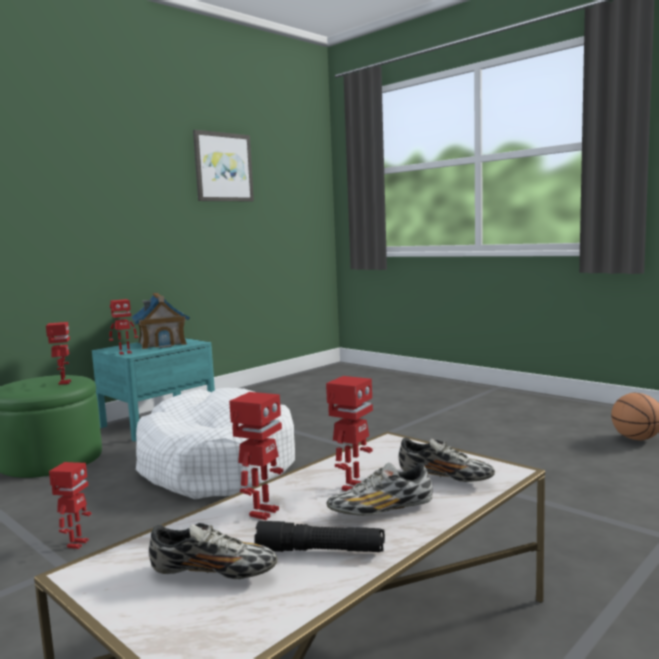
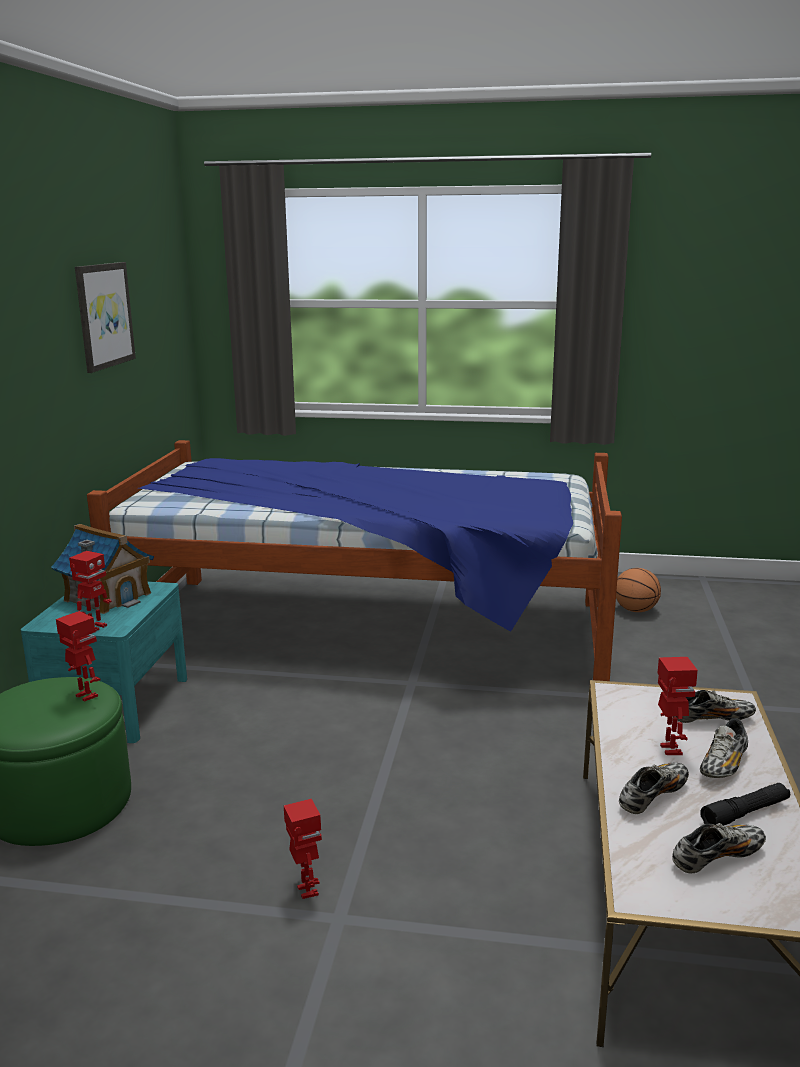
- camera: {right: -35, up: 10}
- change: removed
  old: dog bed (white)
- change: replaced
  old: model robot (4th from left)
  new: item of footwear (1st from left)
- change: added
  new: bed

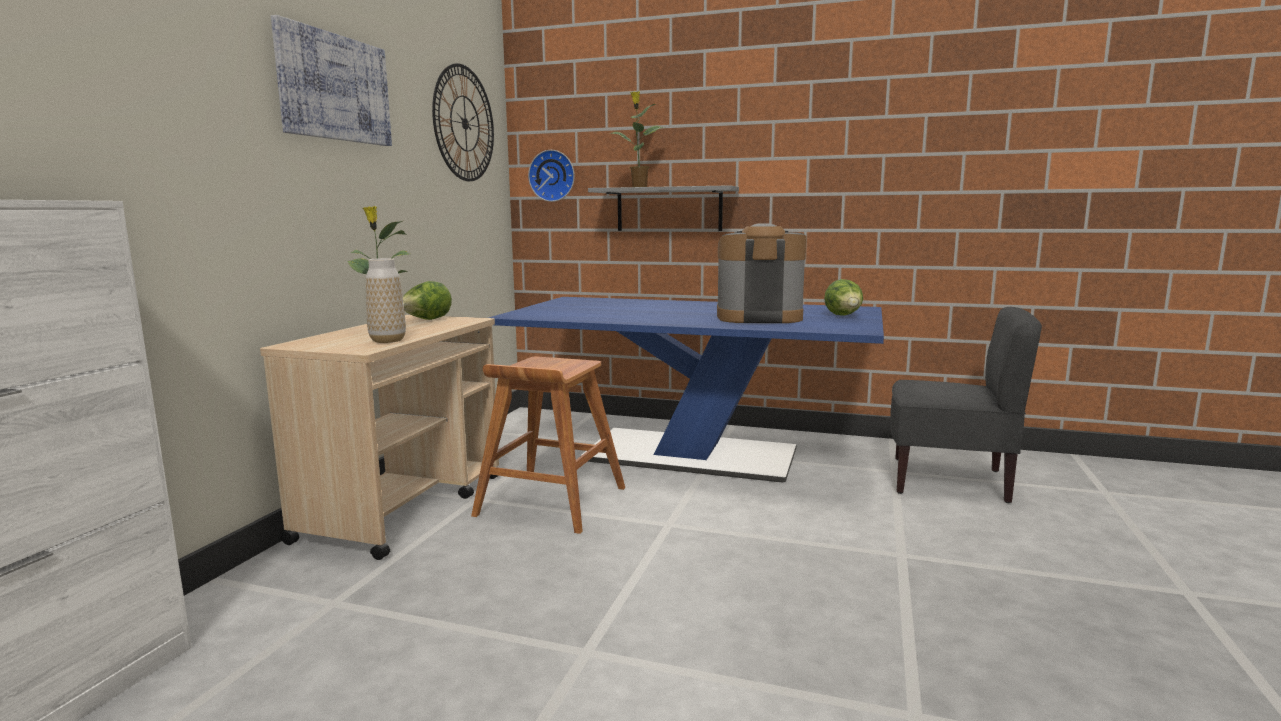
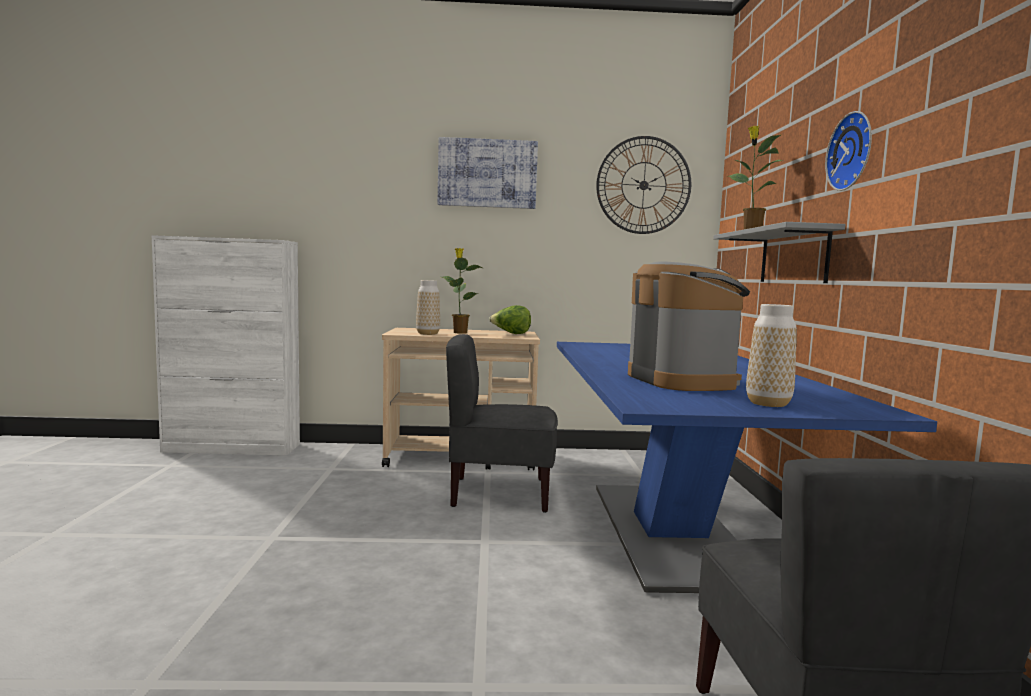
- camera: {right: 70, up: -5}
- change: moved
  old: clock on the wall (2nd from left)
- change: replaced
  old: head of lettuce (2nd from left)
  new: vase (2nd from left)
- change: replaced
  old: stool seat (brown-coloured)
  new: chair (gray) (1st from left)

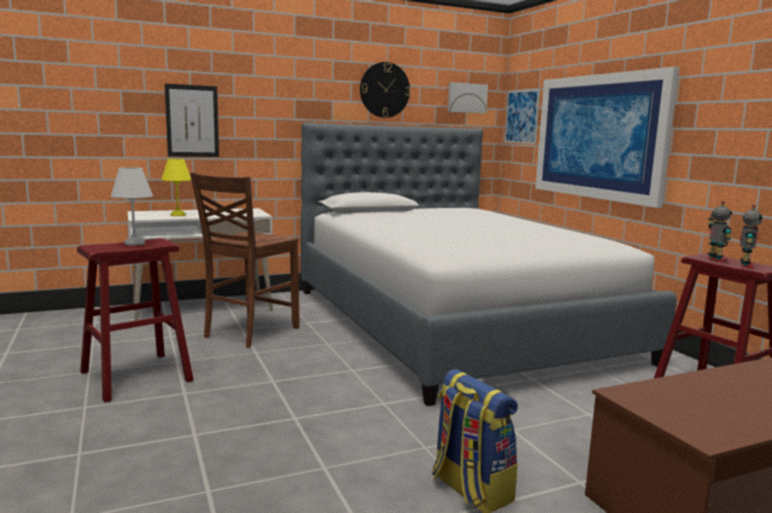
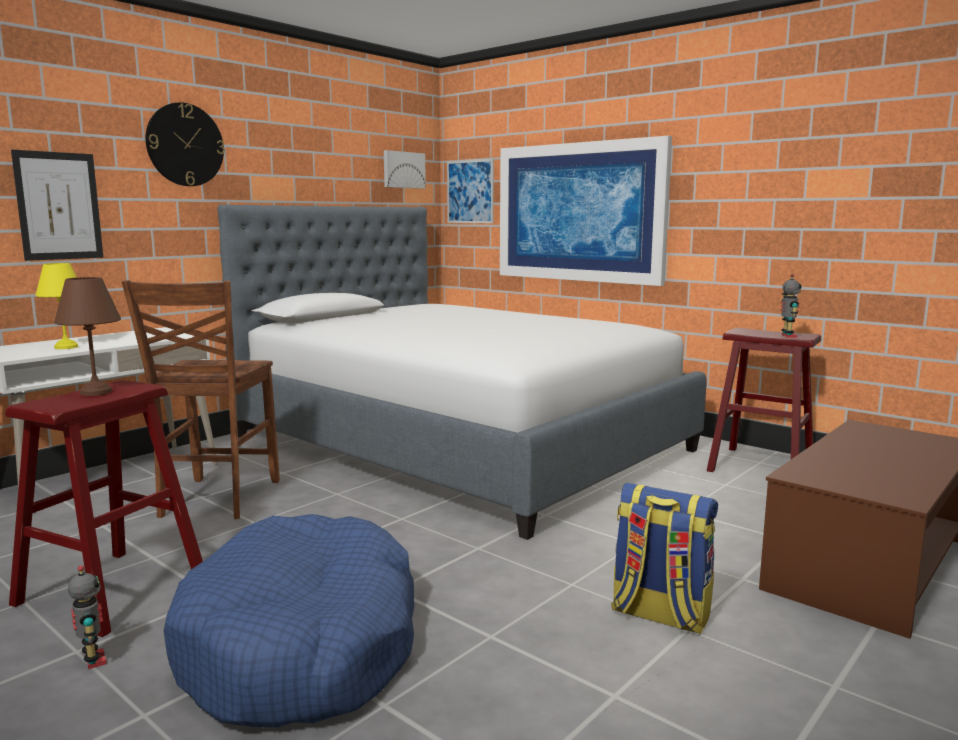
- camera: {right: -25, up: 0}
- change: moved
  old: clock on the wall
- change: recoloured
  old: table lamp (white)
  new: table lamp (brown-coloured)
- change: moved
  old: model robot (1st from left)
- change: added
  new: dog bed (bluish)

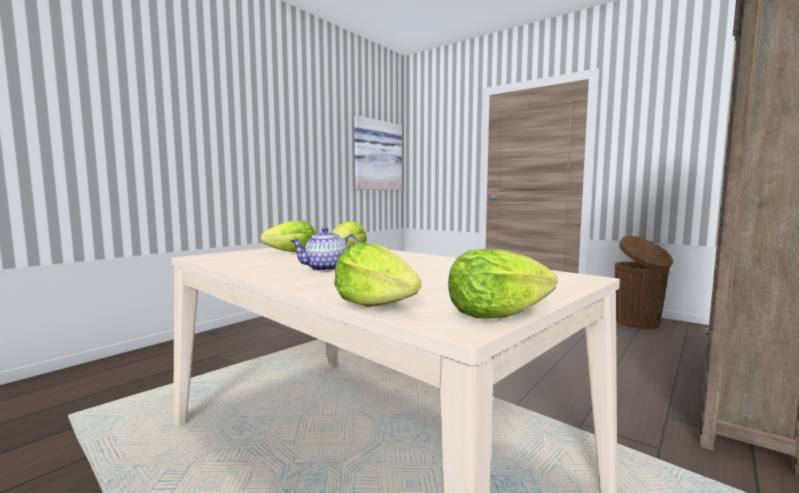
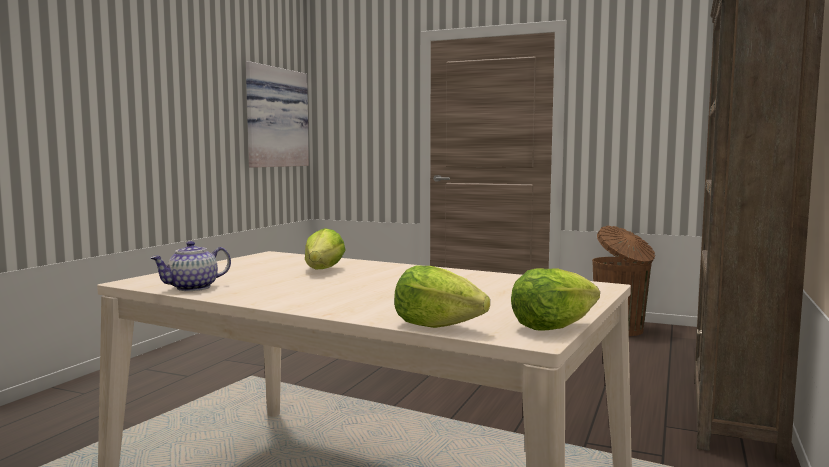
- camera: {right: -15, up: 0}
- change: removed
  old: head of lettuce (1st from left)
- change: moved
  old: teapot

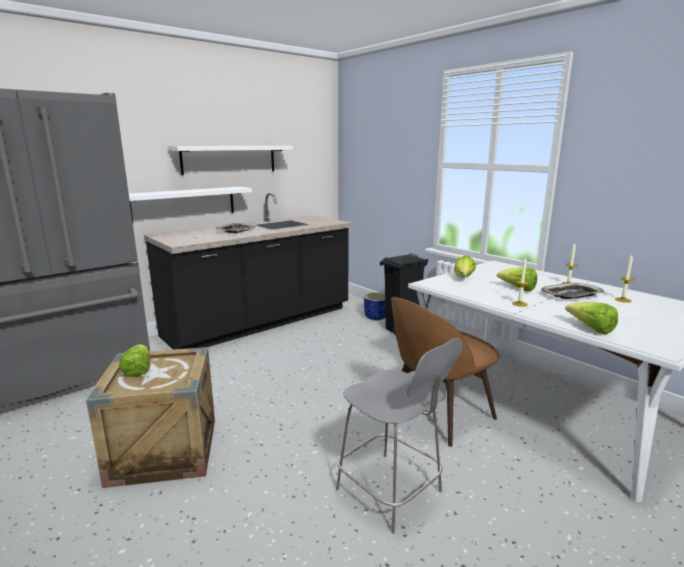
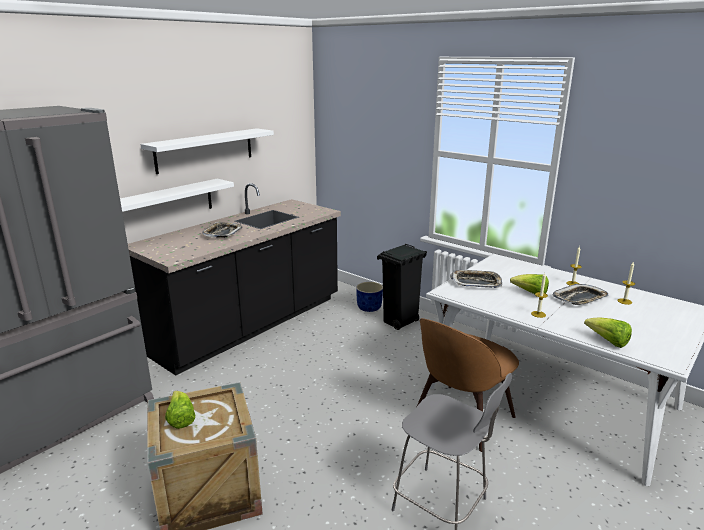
- camera: {right: -10, up: 5}
- change: replaced
  old: head of lettuce (2nd from left)
  new: serving tray (2nd from left)

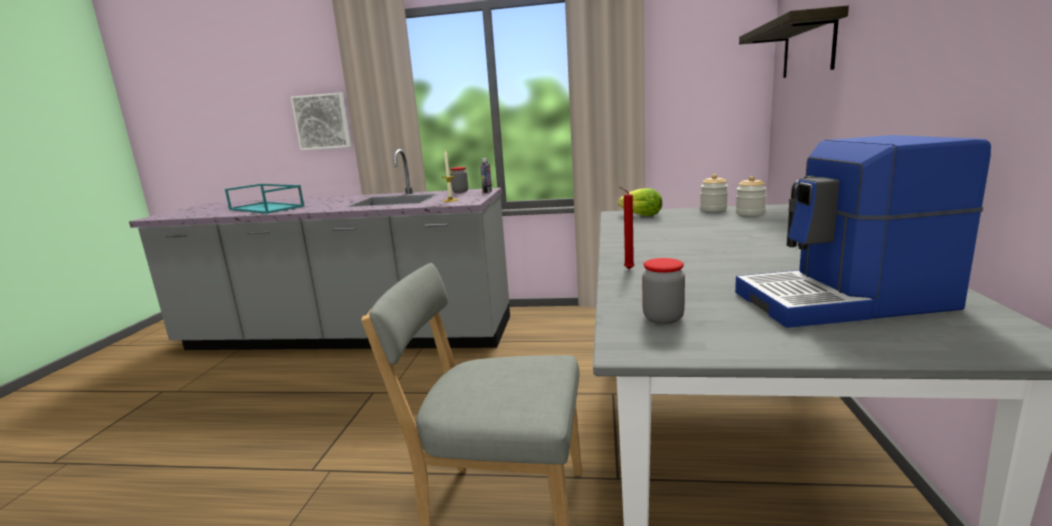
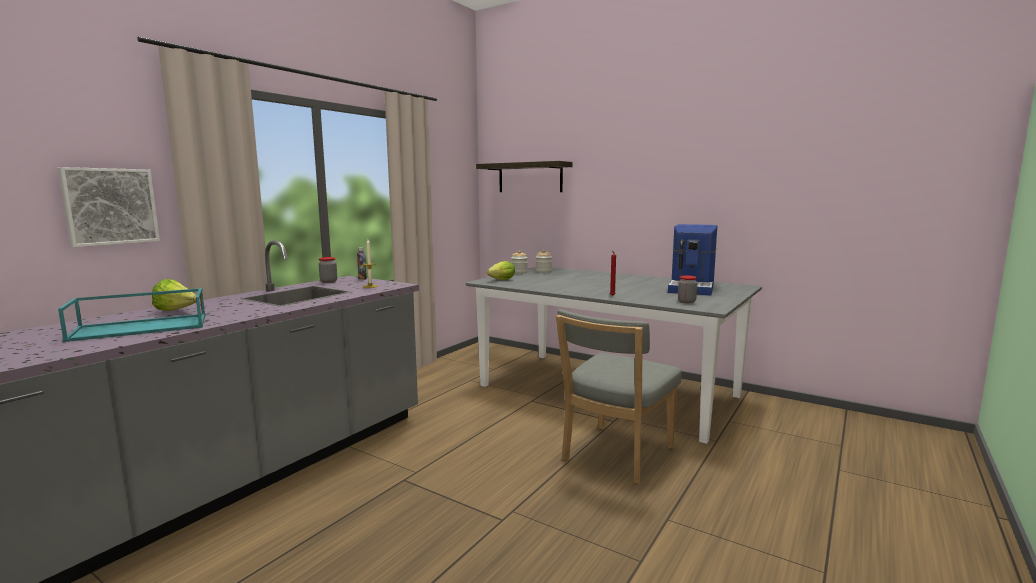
- camera: {right: -65, up: -5}
- change: added
  new: head of lettuce (1st from left)

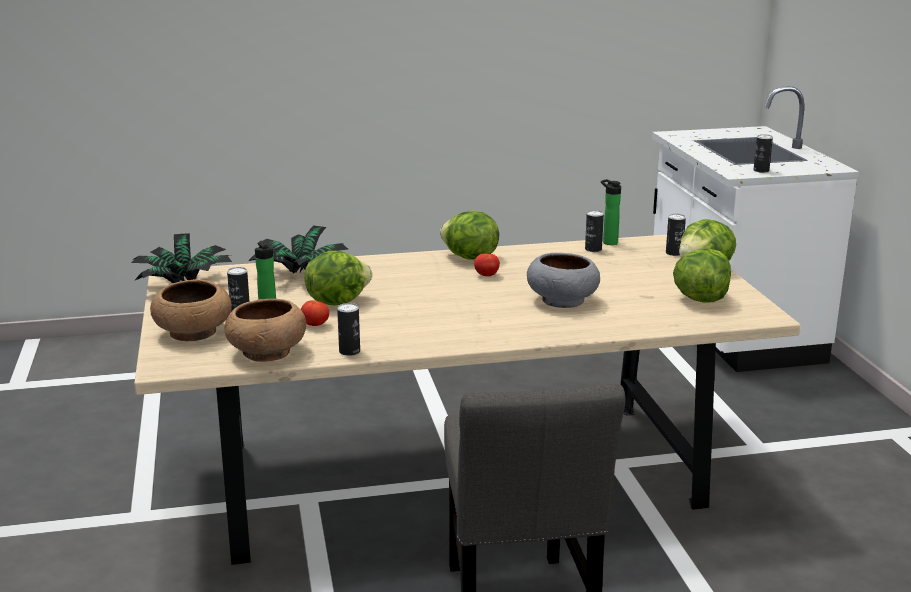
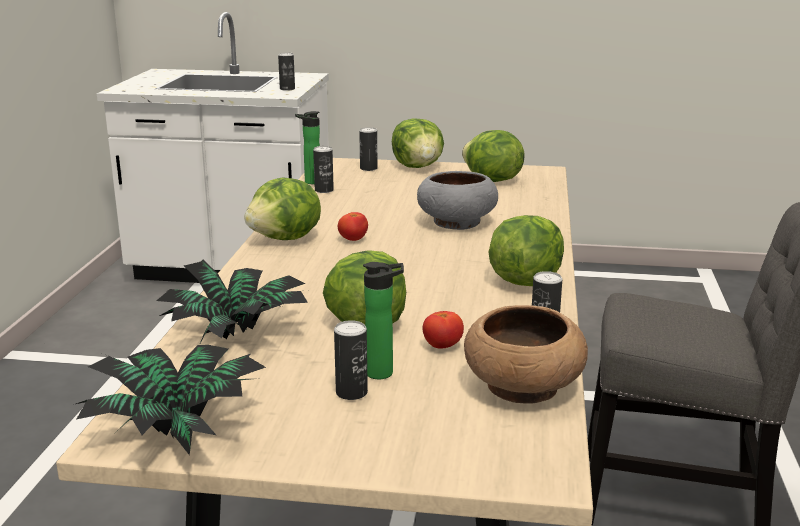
- camera: {right: -70, up: 0}
- change: removed
  old: bowl (brown-coloured) (1st from left)
- change: added
  new: head of lettuce (5th from left)

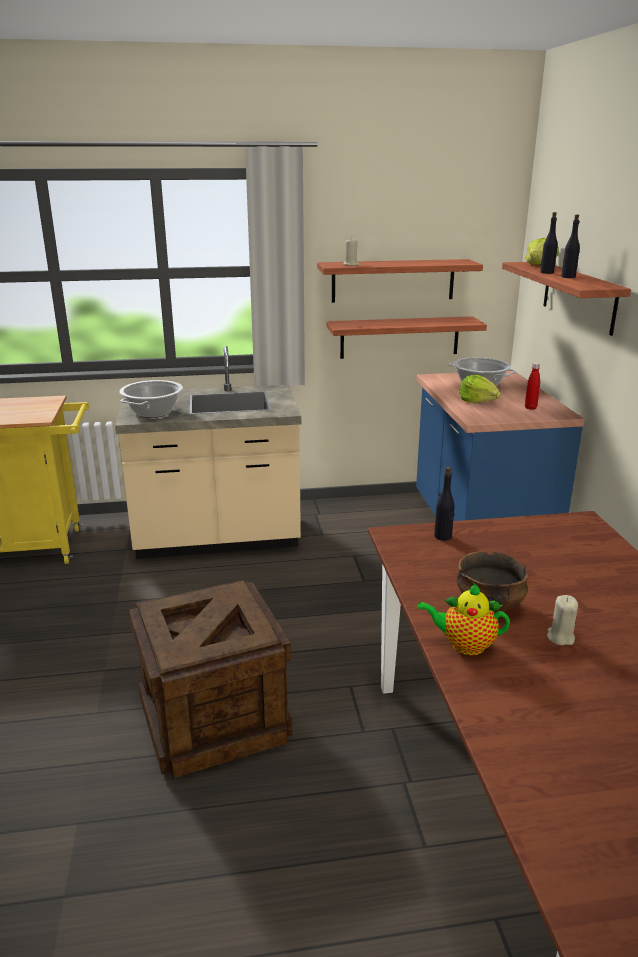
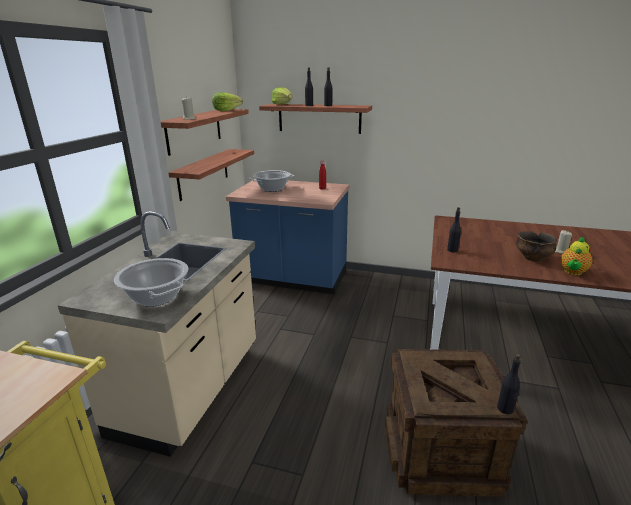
- camera: {right: -65, up: 0}
- change: moved
  old: head of lettuce (1st from left)
- change: added
  new: beverage bottle (black) (4th from left)

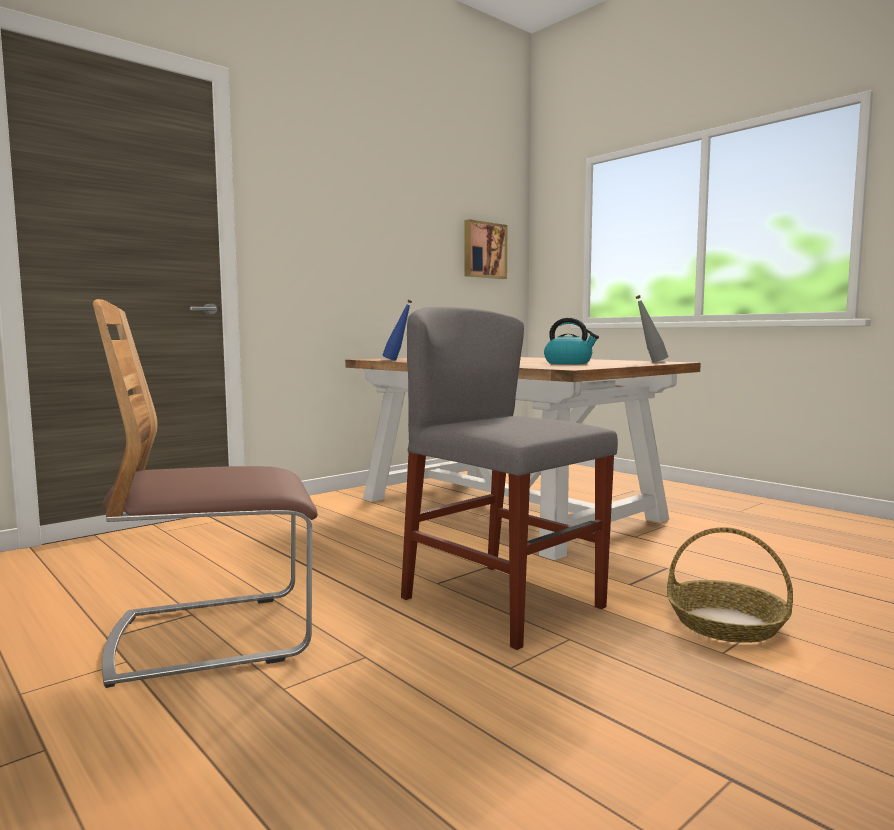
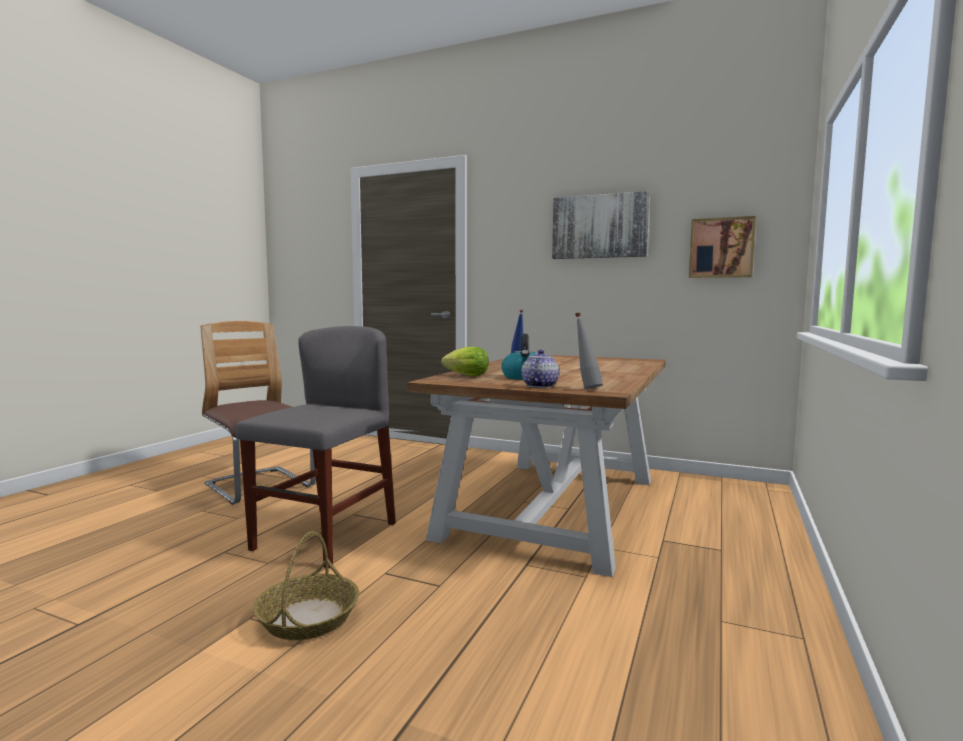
- camera: {right: 65, up: 0}
- change: added
  new: wall picture (1st from left)
- change: added
  new: head of lettuce
- change: added
  new: teapot

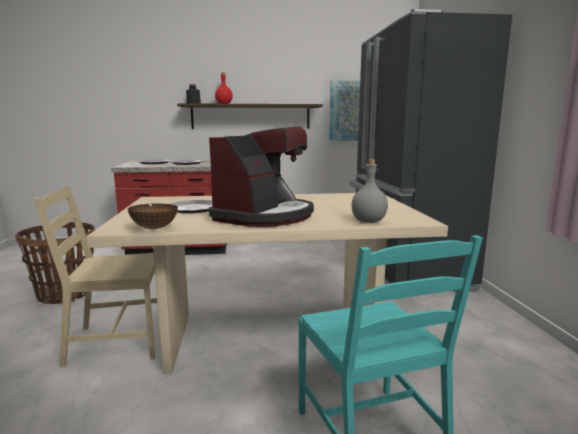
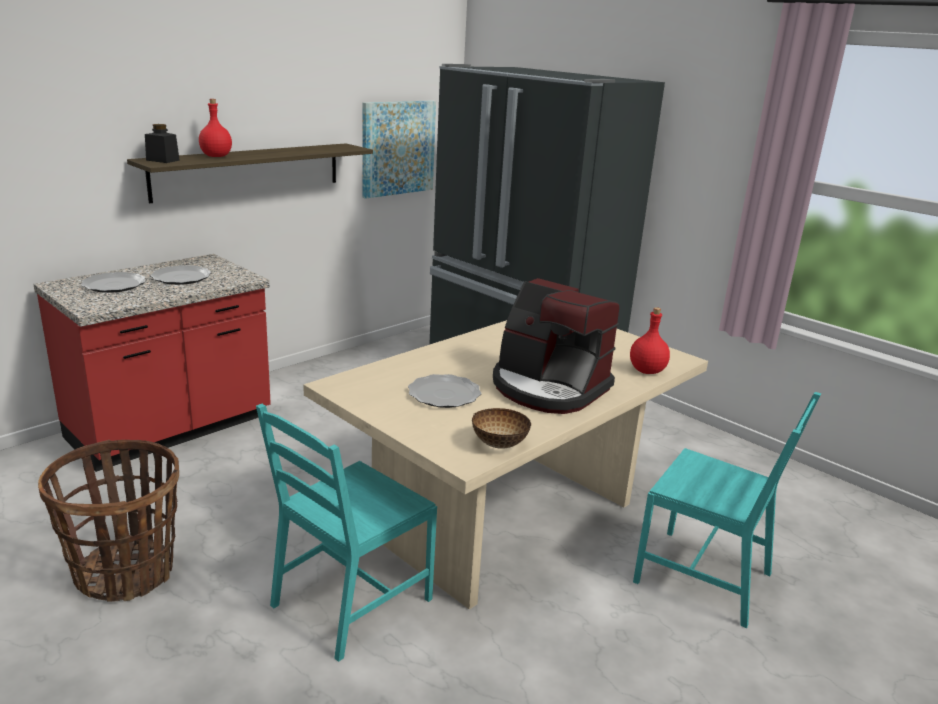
- camera: {right: -40, up: 10}
- change: turned
  old: coffee machine
  degrees: 135
- change: recoloured
  old: beverage bottle (gray)
  new: beverage bottle (red-coloured) (2nd from left)
- change: recoloured
  old: chair (beige)
  new: chair (turquoise) (1st from left)

